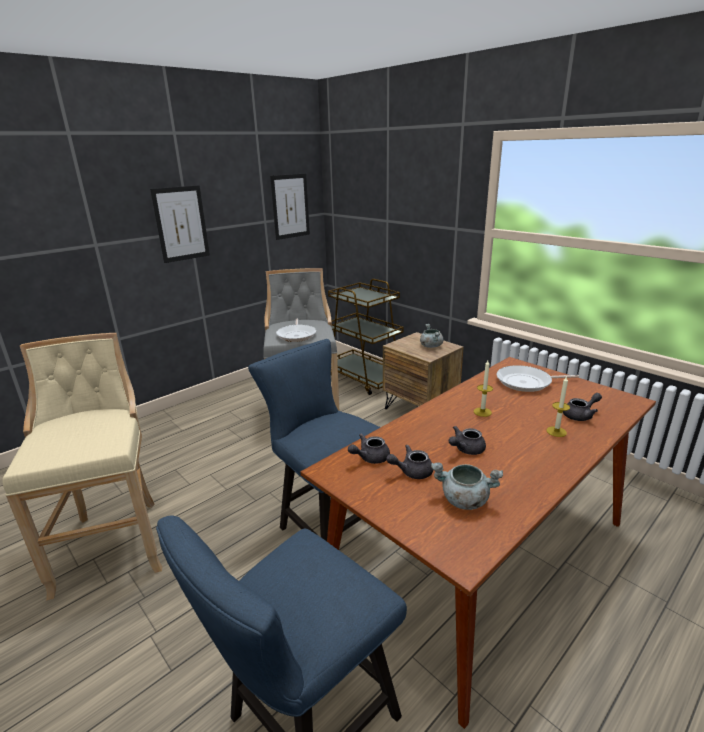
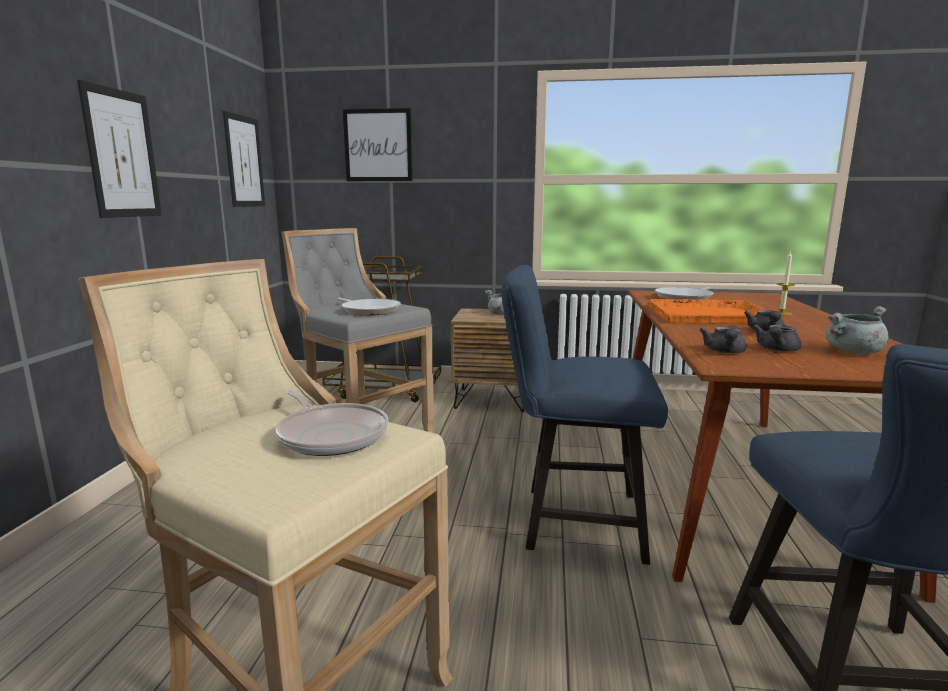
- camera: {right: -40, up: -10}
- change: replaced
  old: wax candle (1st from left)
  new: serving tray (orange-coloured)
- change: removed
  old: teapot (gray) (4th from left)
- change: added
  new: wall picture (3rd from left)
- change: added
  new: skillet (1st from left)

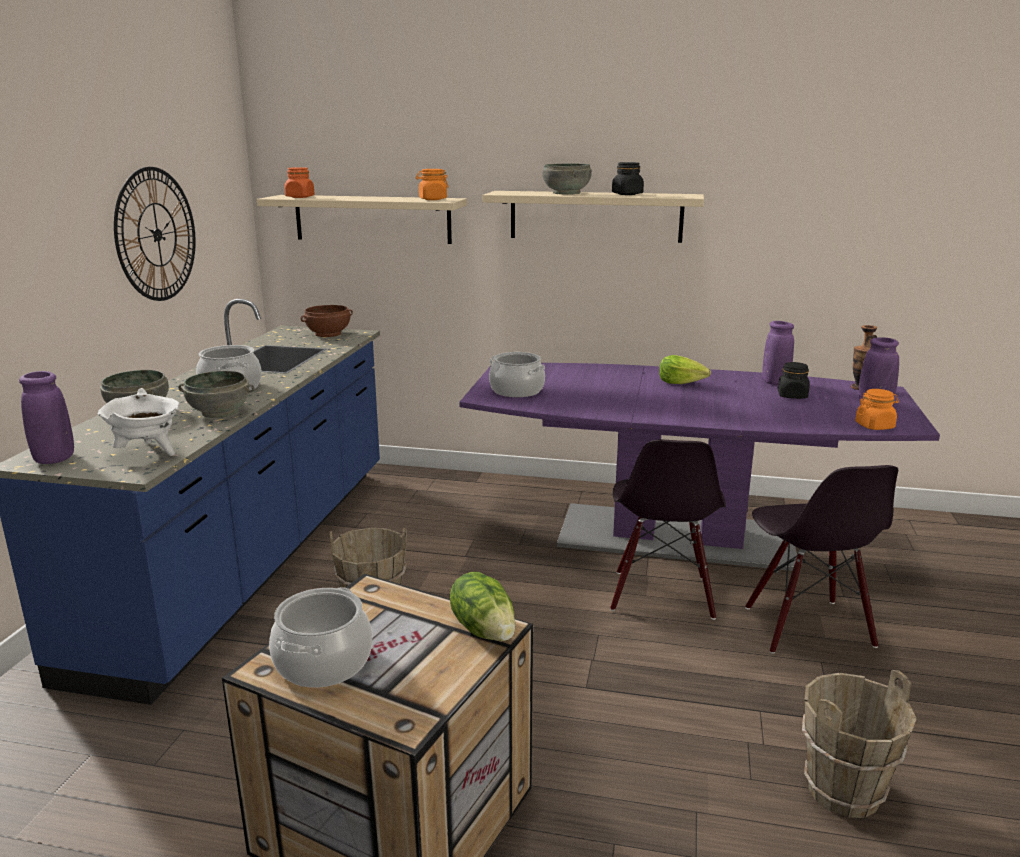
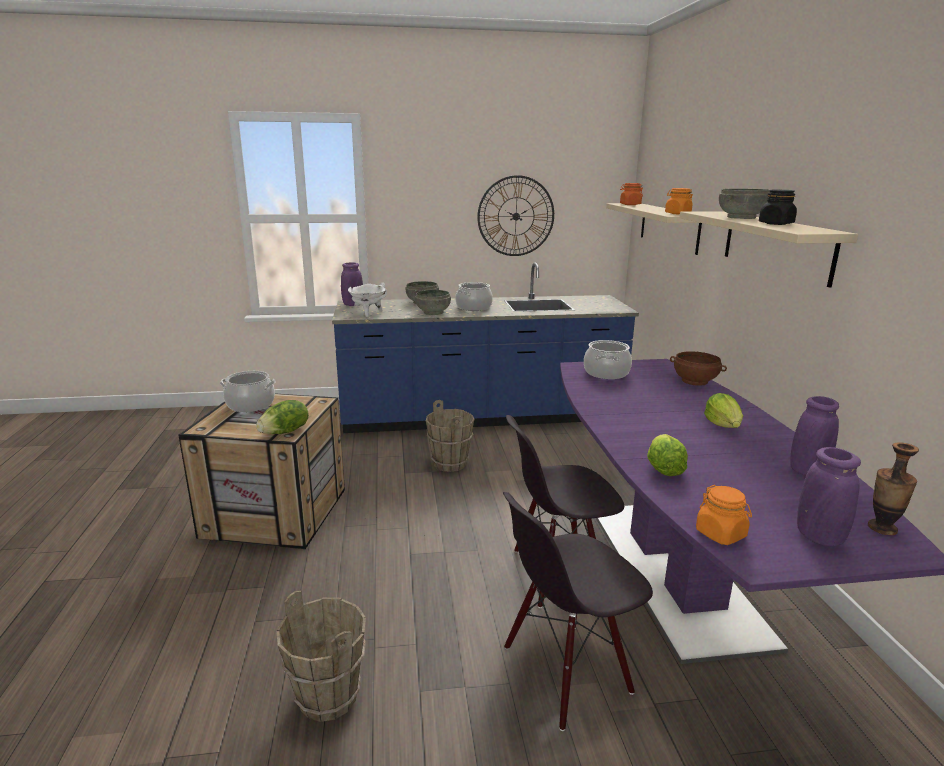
- camera: {right: 70, up: 0}
- change: moved
  old: bowl (brown-coloured)
- change: removed
  old: storage jar (black) (2nd from left)
- change: added
  new: head of lettuce (2nd from left)

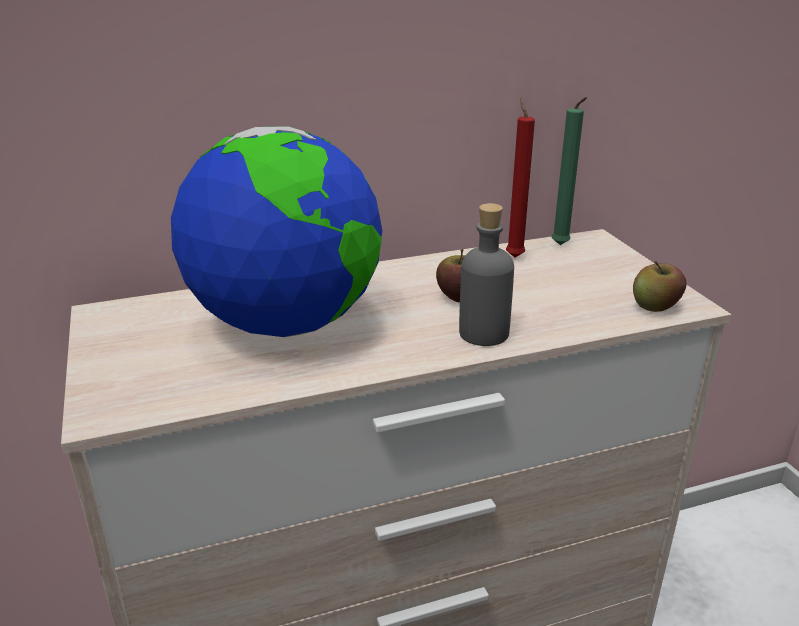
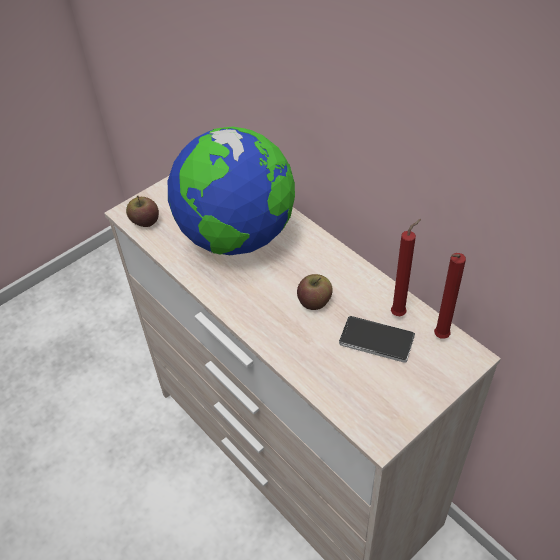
- camera: {right: 70, up: 20}
- change: recoloured
  old: wax candle (green)
  new: wax candle (red-coloured) (2nd from left)
- change: removed
  old: beverage bottle (gray)
- change: moved
  old: apple fruit (2nd from left in the first image)
  new: apple fruit (1st from left)
- change: added
  new: telephone

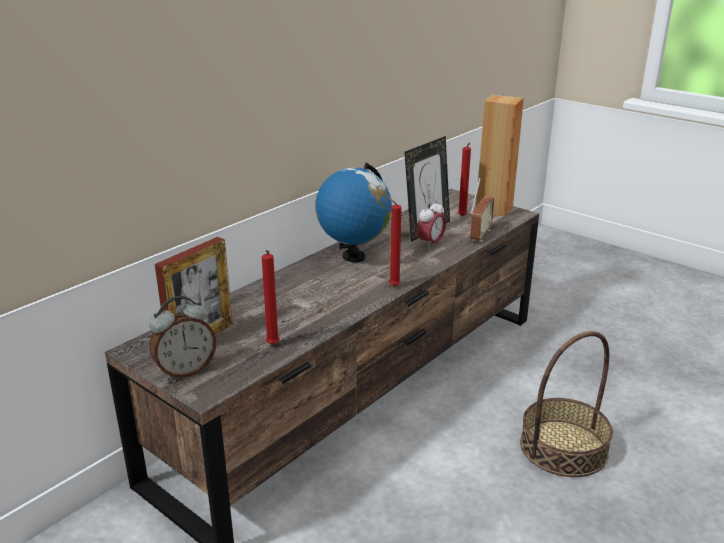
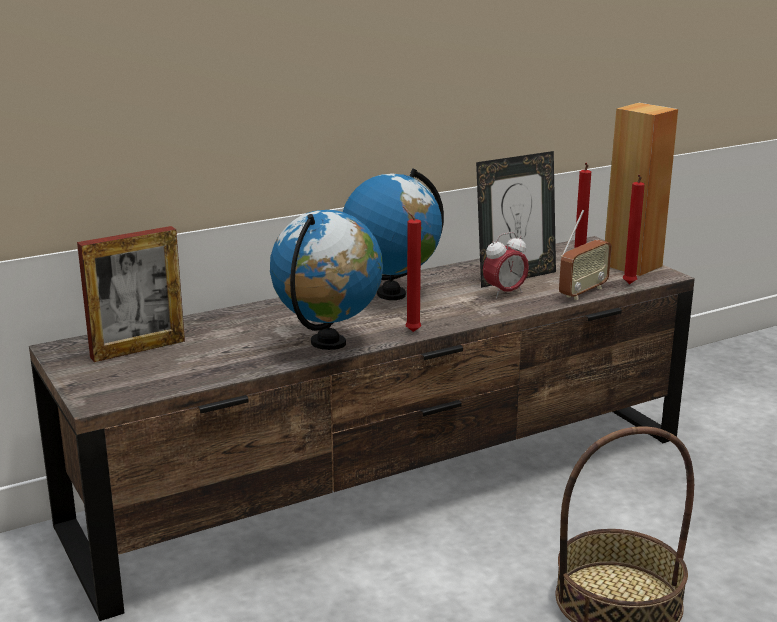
- camera: {right: 20, up: -5}
- change: moved
  old: wax candle (red-coloured) (1st from left in the first image)
  new: wax candle (red-coloured) (3rd from left)
- change: removed
  old: bedside clock (1st from left)
- change: added
  new: desk globe (1st from left)

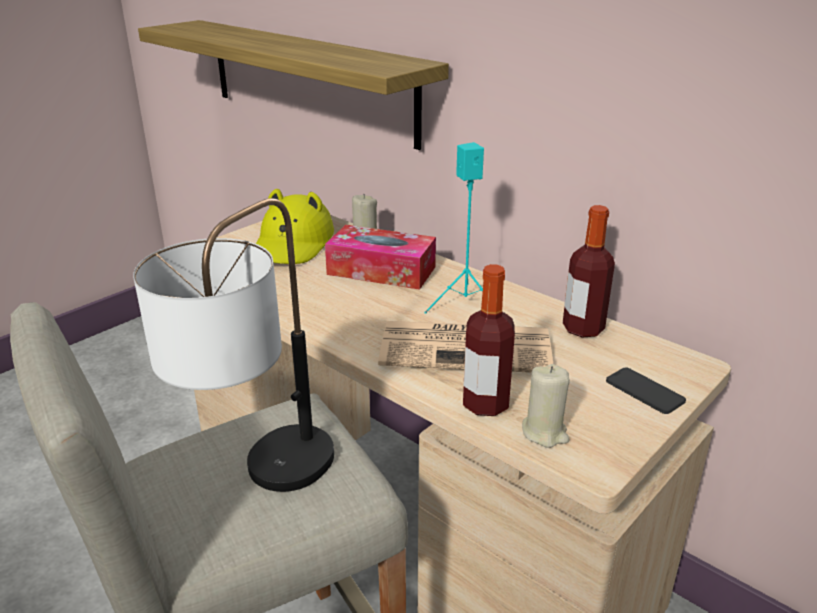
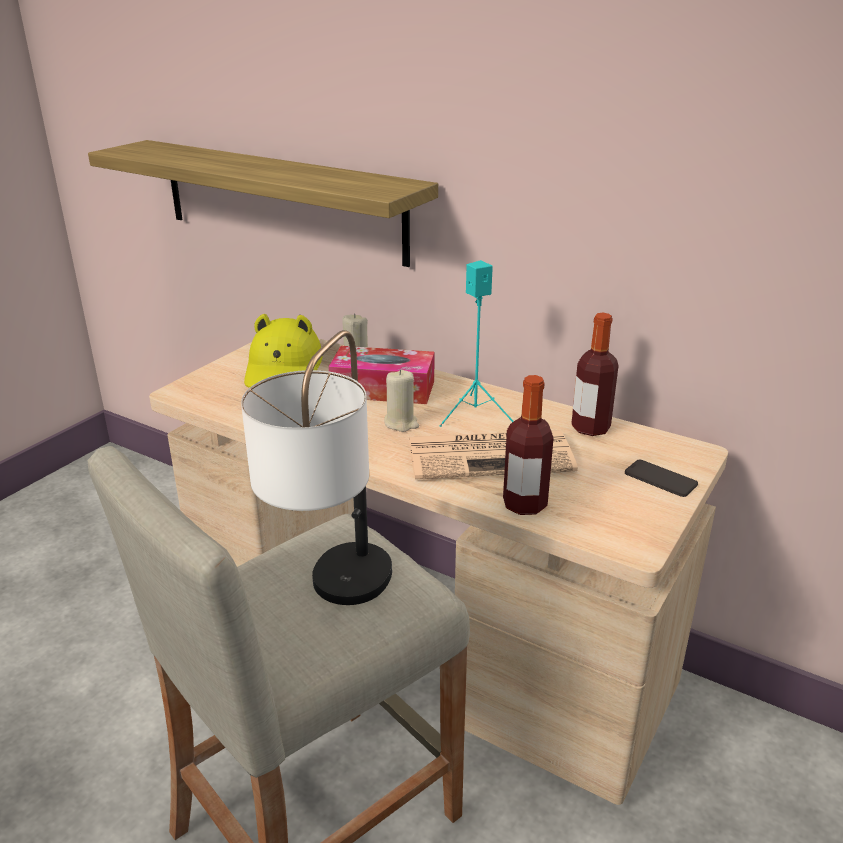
- camera: {right: -10, up: 0}
- change: moved
  old: wax candle (beige) (2nd from left)

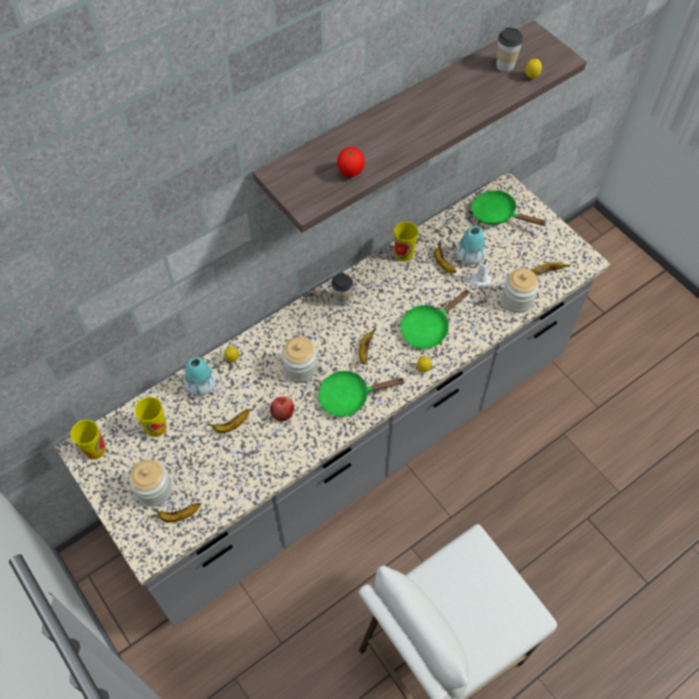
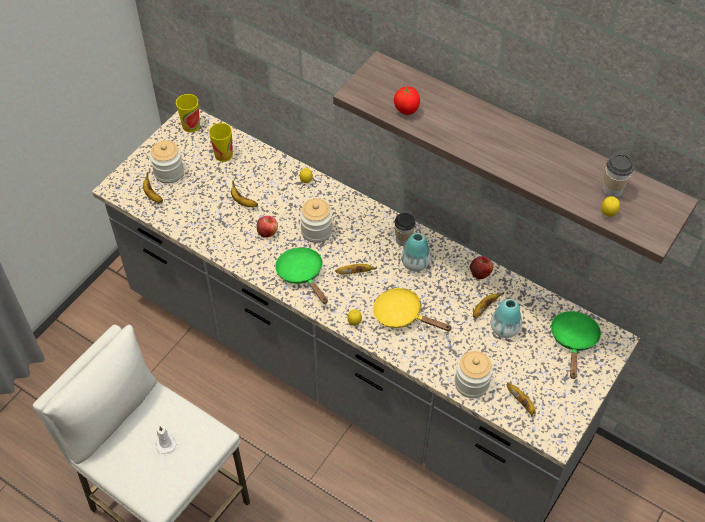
- camera: {right: 70, up: -5}
- change: replaced
  old: cup (4th from left)
  new: apple fruit (2nd from left)
- change: moved
  old: wax candle (white)
- change: recoloured
  old: skillet (green) (2nd from left)
  new: skillet (yellow)
- change: moved
  old: vase (1st from left)

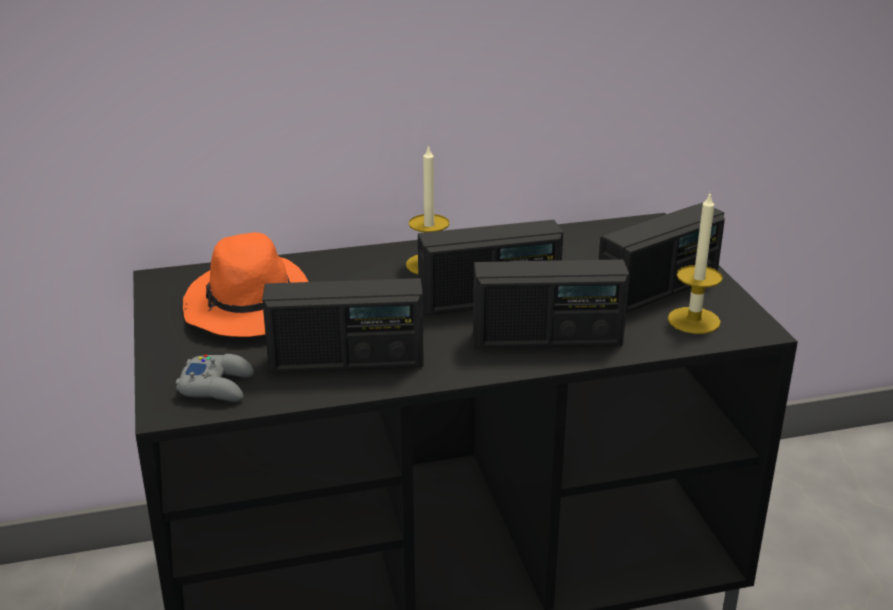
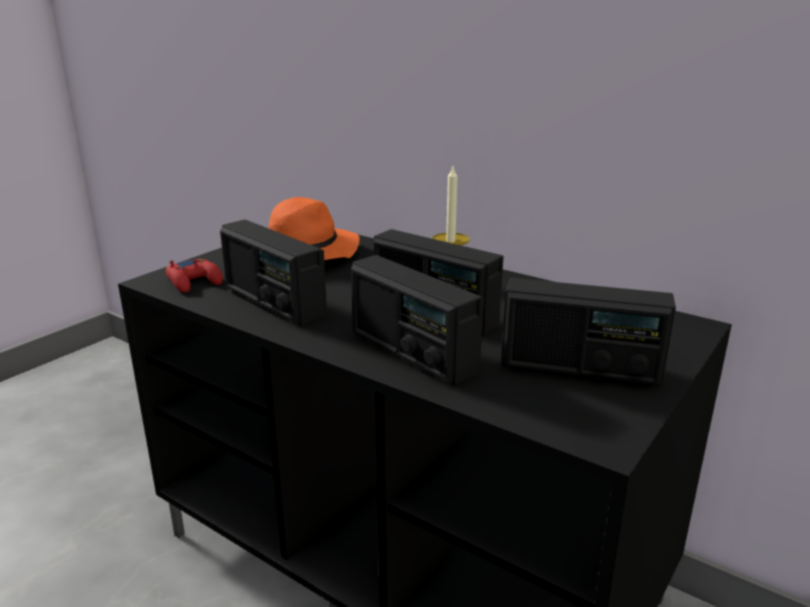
- camera: {right: 50, up: -5}
- change: removed
  old: wax candle (2nd from left)
- change: recoloured
  old: joypad (gray)
  new: joypad (red-coloured)

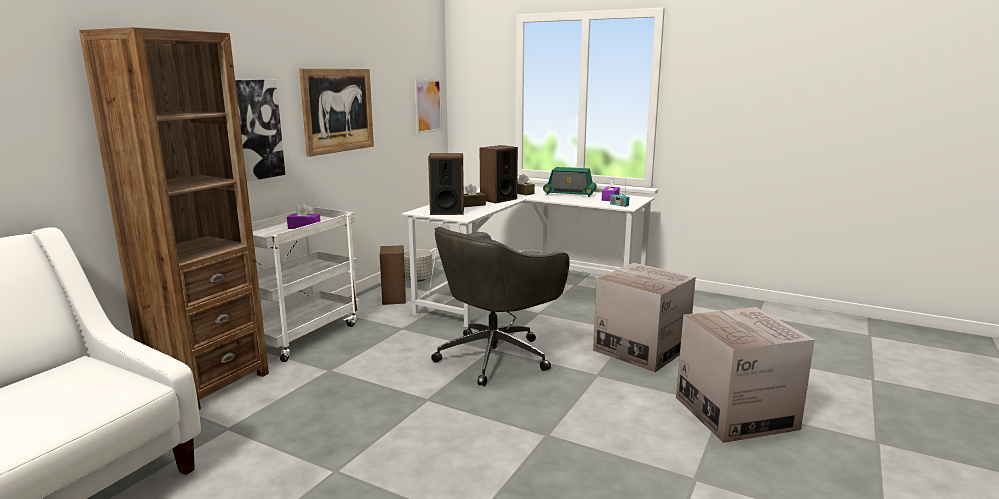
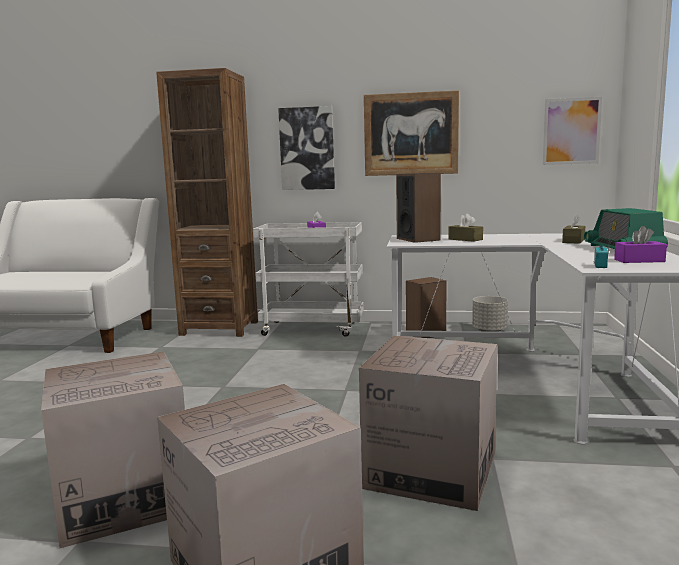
- camera: {right: 70, up: -5}
- change: removed
  old: speaker (3rd from left)
- change: removed
  old: desk chair (gray)
- change: added
  new: packing box (1st from left)

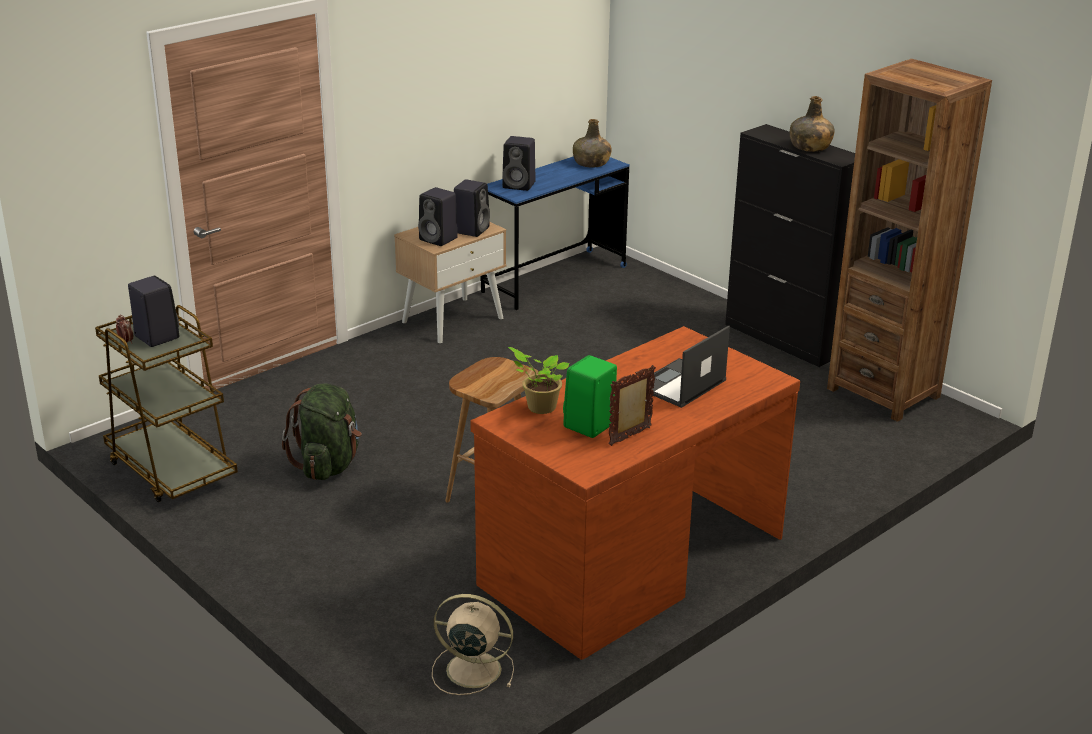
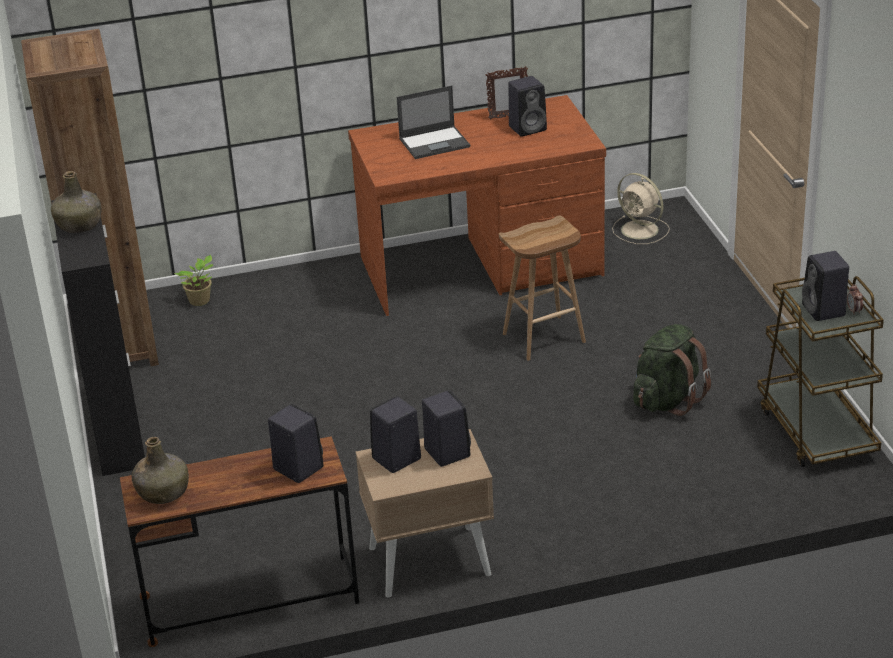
- camera: {right: -150, up: 5}
- change: recoloured
  old: desk (bluish)
  new: desk (brown-coloured) (1st from left)
- change: moved
  old: potted plant
- change: recoloured
  old: speaker (green)
  new: speaker (black) (4th from left)

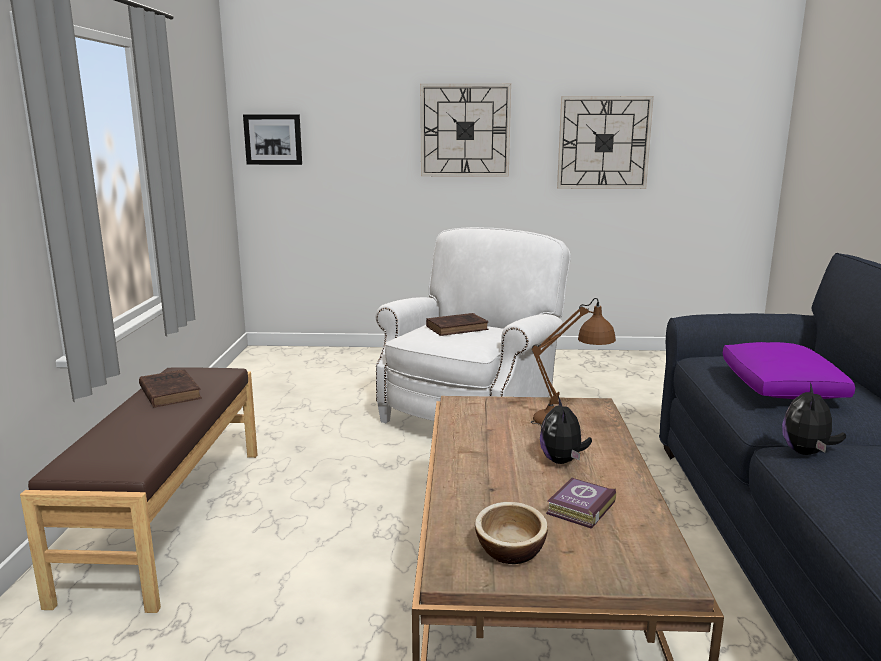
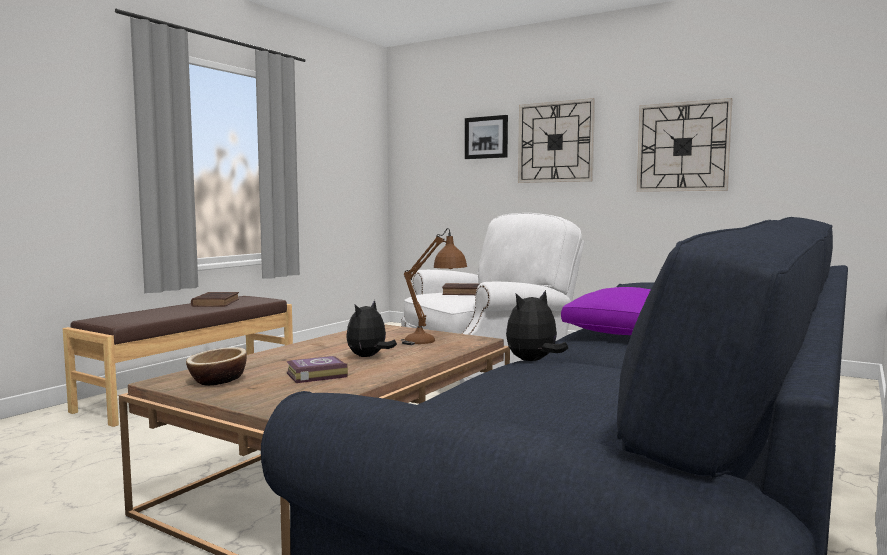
- camera: {right: 30, up: -10}
- change: moved
  old: wall picture

